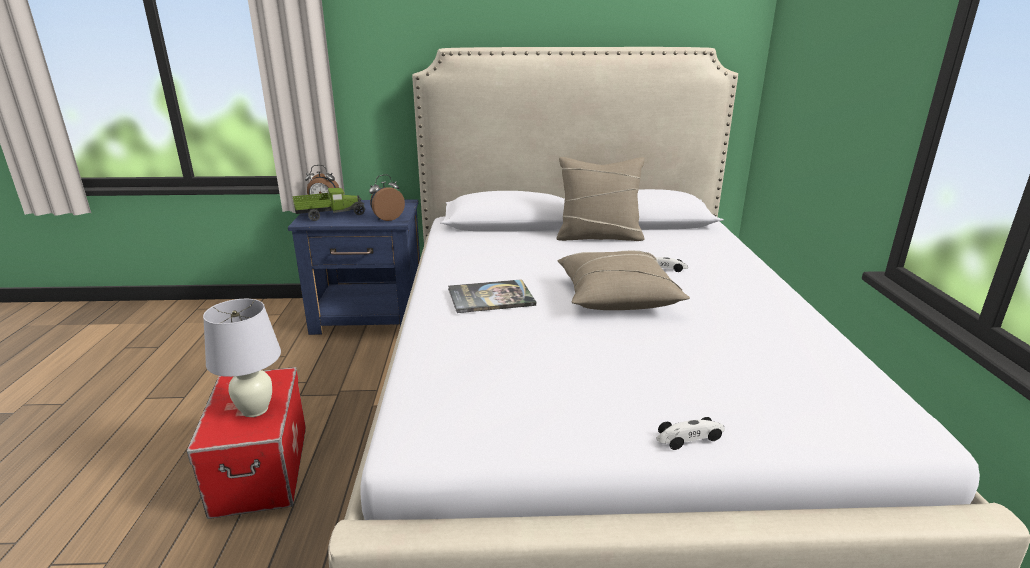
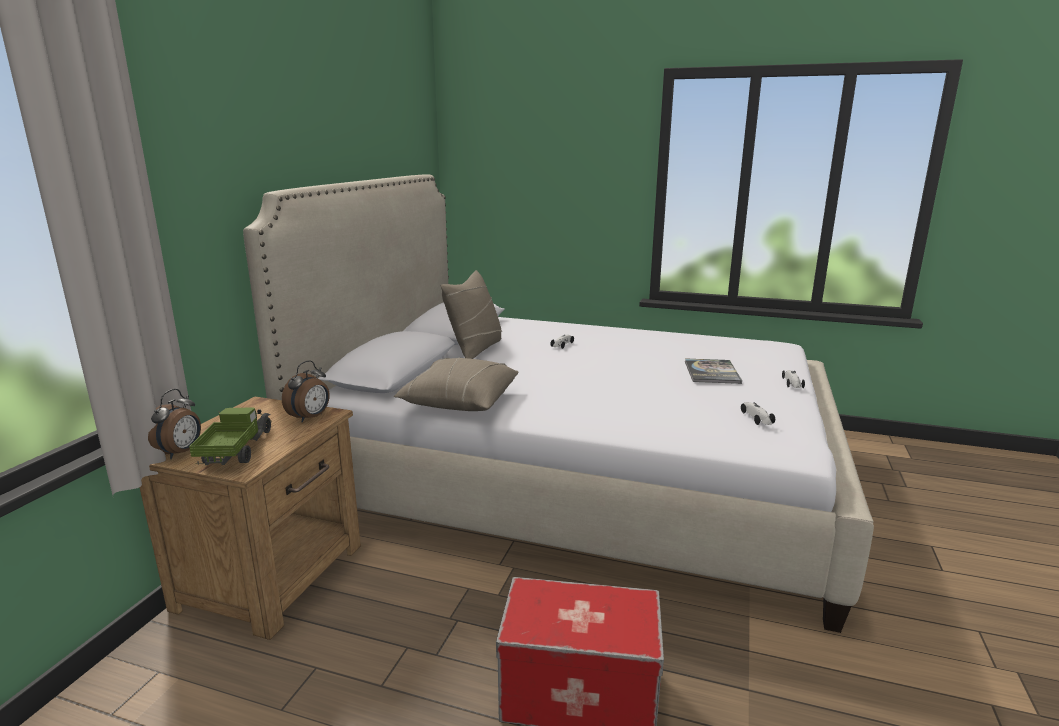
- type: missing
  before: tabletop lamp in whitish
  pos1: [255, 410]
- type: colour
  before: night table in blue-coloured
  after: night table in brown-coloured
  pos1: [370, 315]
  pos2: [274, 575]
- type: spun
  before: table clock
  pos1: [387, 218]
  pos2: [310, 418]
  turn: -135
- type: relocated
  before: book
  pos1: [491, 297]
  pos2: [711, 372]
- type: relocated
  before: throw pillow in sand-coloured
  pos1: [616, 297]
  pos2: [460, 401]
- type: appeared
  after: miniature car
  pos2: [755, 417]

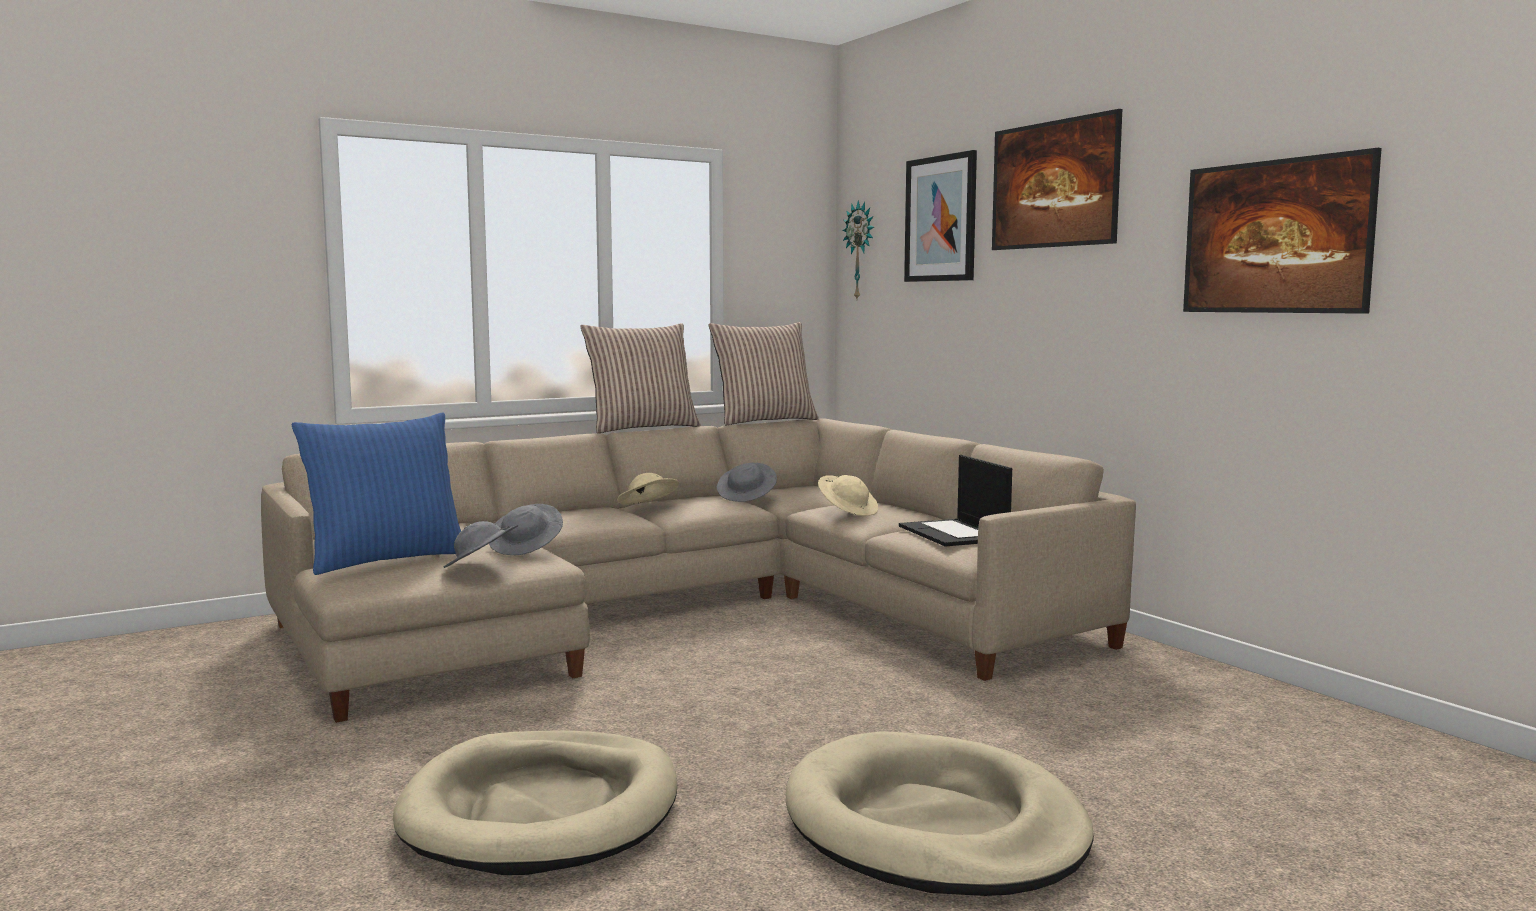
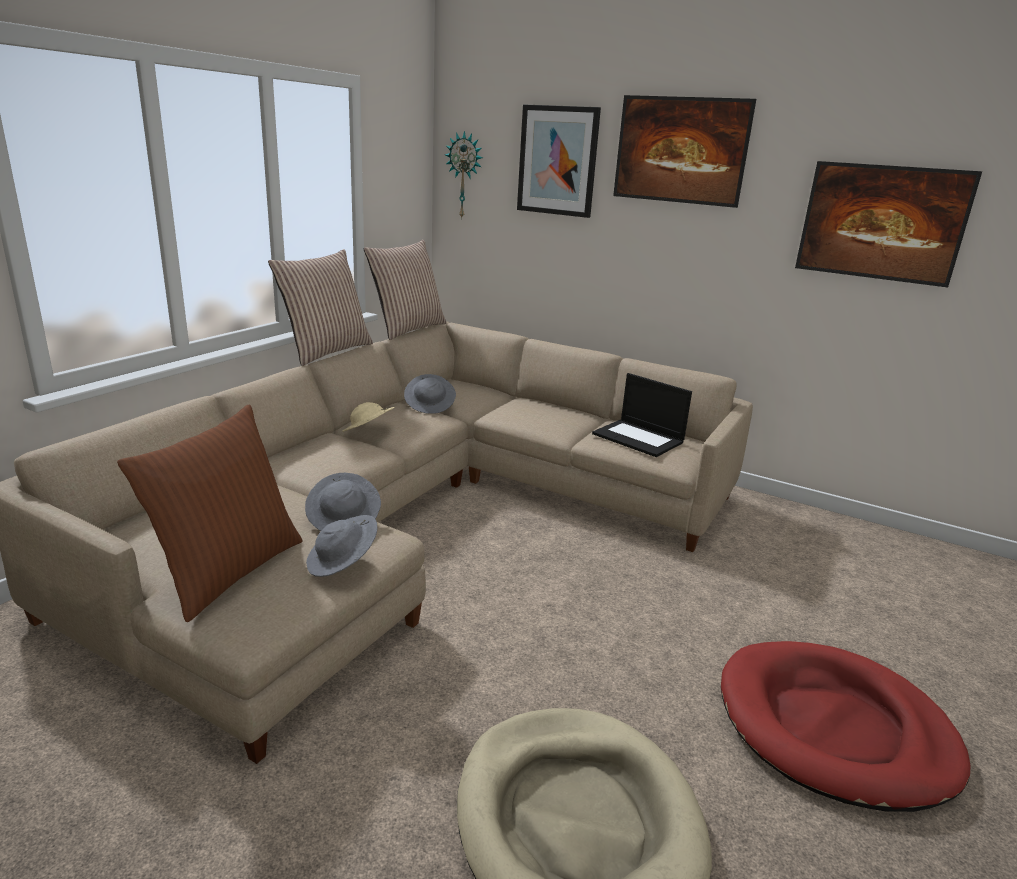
- type: colour
  before: throw pillow in blue-coloured
  after: throw pillow in brown-coloured
  pos1: [386, 560]
  pos2: [228, 571]
- type: colour
  before: pet bed in sand-coloured
  after: pet bed in red-coloured
  pos1: [933, 826]
  pos2: [834, 728]
- type: missing
  before: wearable hat in sand-coloured
  pos1: [848, 511]

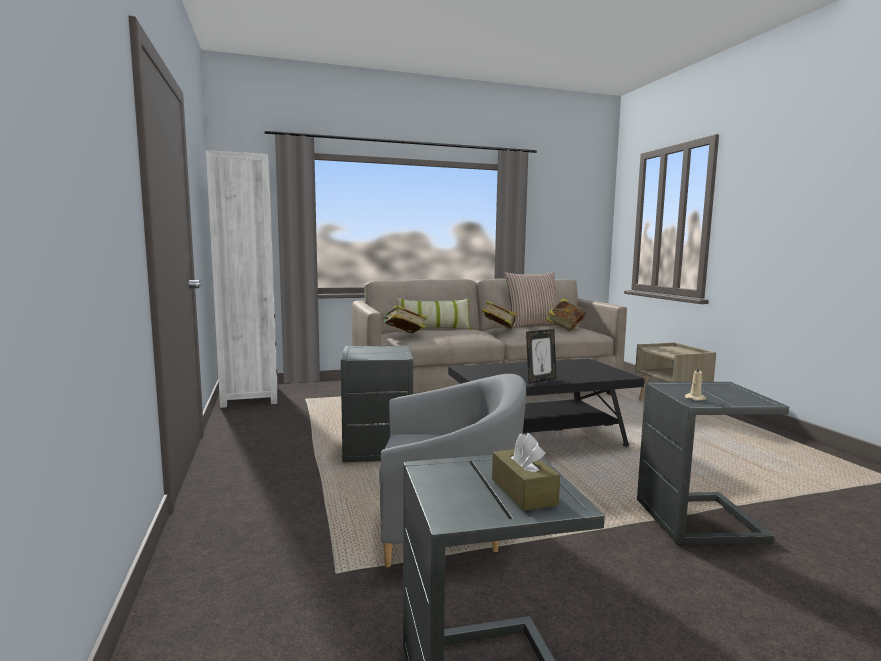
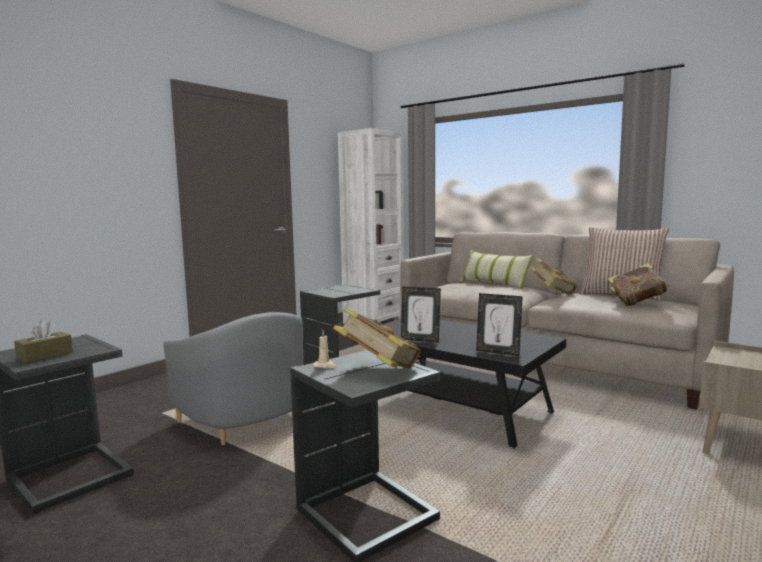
- type: relocated
  before: book
  pos1: [404, 335]
  pos2: [378, 370]
- type: appeared
  after: picture frame
  pos2: [498, 352]

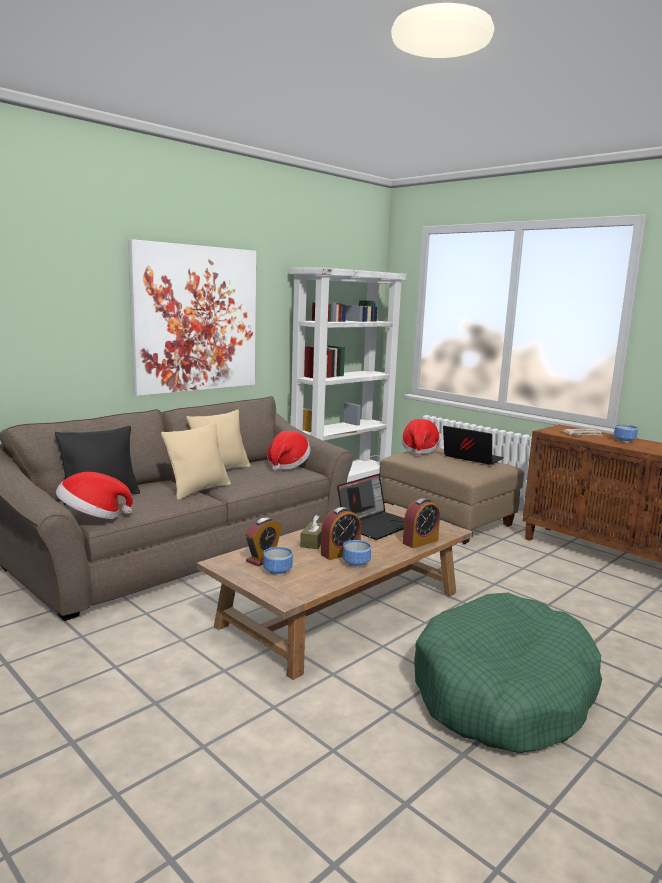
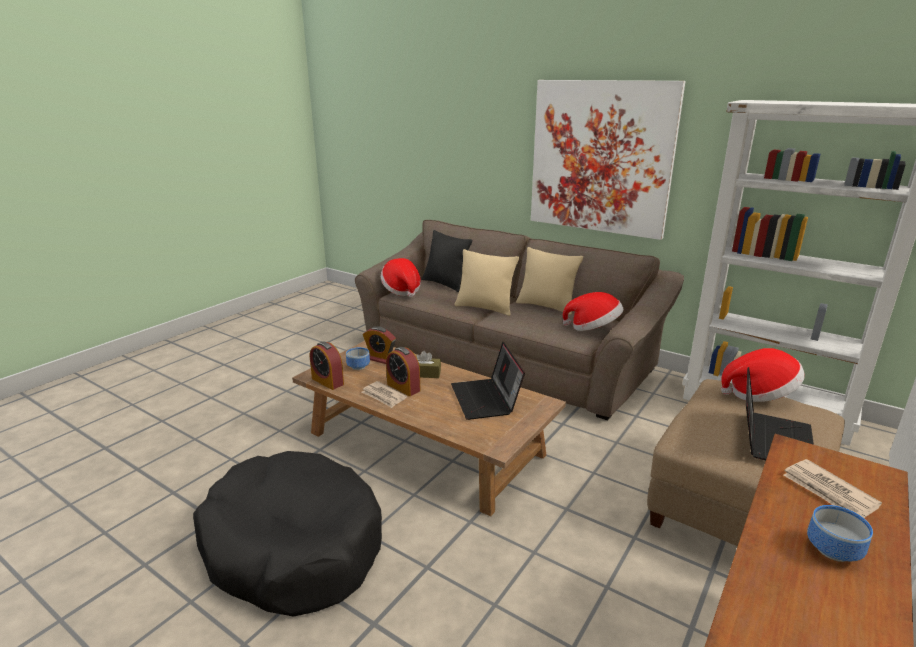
- type: spun
  before: notebook computer
  pos1: [376, 525]
  pos2: [486, 399]
  turn: 45
- type: exchanged
  before: deep dish
  after: daily paper
  pos1: [356, 563]
  pos2: [384, 396]
- type: relocated
  before: table clock
  pos1: [420, 542]
  pos2: [327, 381]
- type: colour
  before: pet bed in green-coloured
  after: pet bed in black-coloured
  pos1: [503, 692]
  pos2: [293, 546]

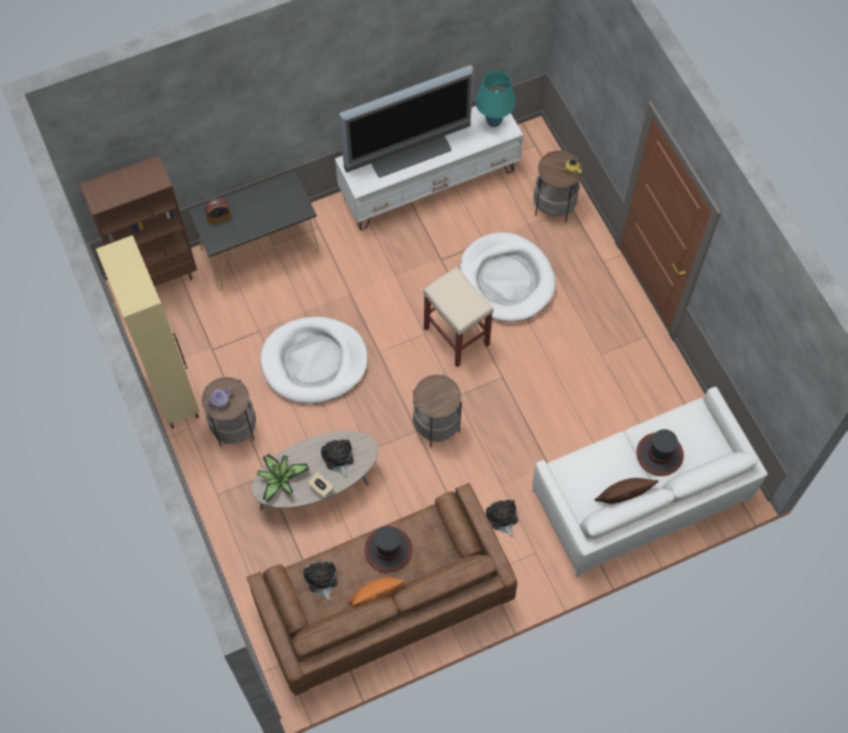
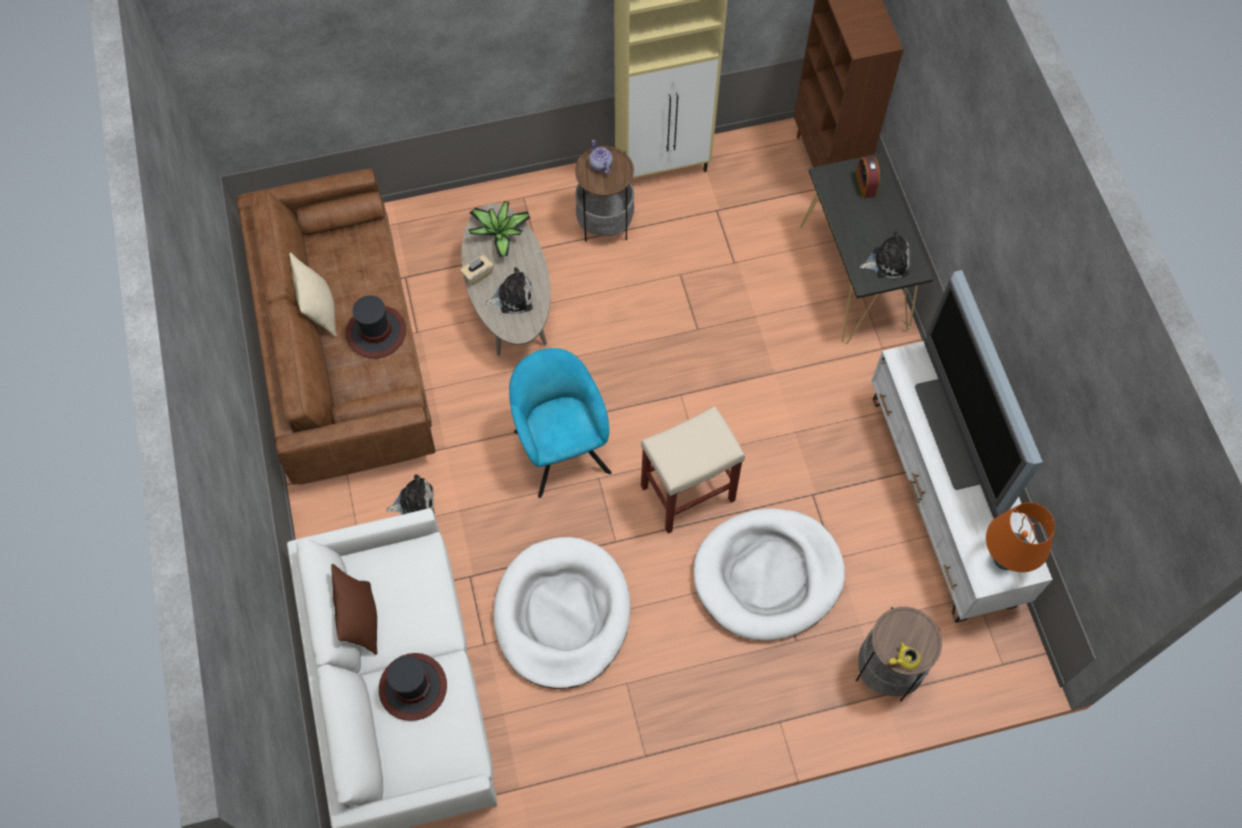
- type: relocated
  before: pet bed in whitish
  pos1: [314, 362]
  pos2: [562, 614]
- type: relocated
  before: soft toy
  pos1: [321, 580]
  pos2: [887, 262]
- type: colour
  before: throw pillow in orange
  after: throw pillow in sand-coloured
  pos1: [376, 598]
  pos2: [320, 311]
- type: exchanged
  before: accent table
  after: armchair in blue-green
  pos1: [436, 426]
  pos2: [560, 446]
- type: colour
  before: tabletop lamp in blue-green
  after: tabletop lamp in orange
  pos1: [494, 121]
  pos2: [1004, 560]

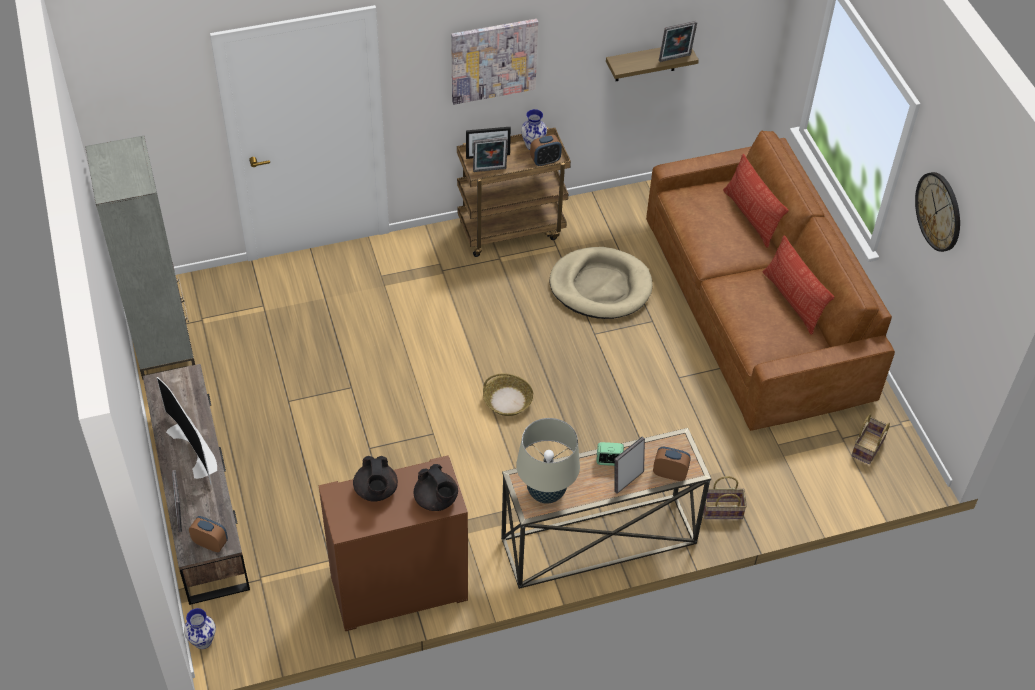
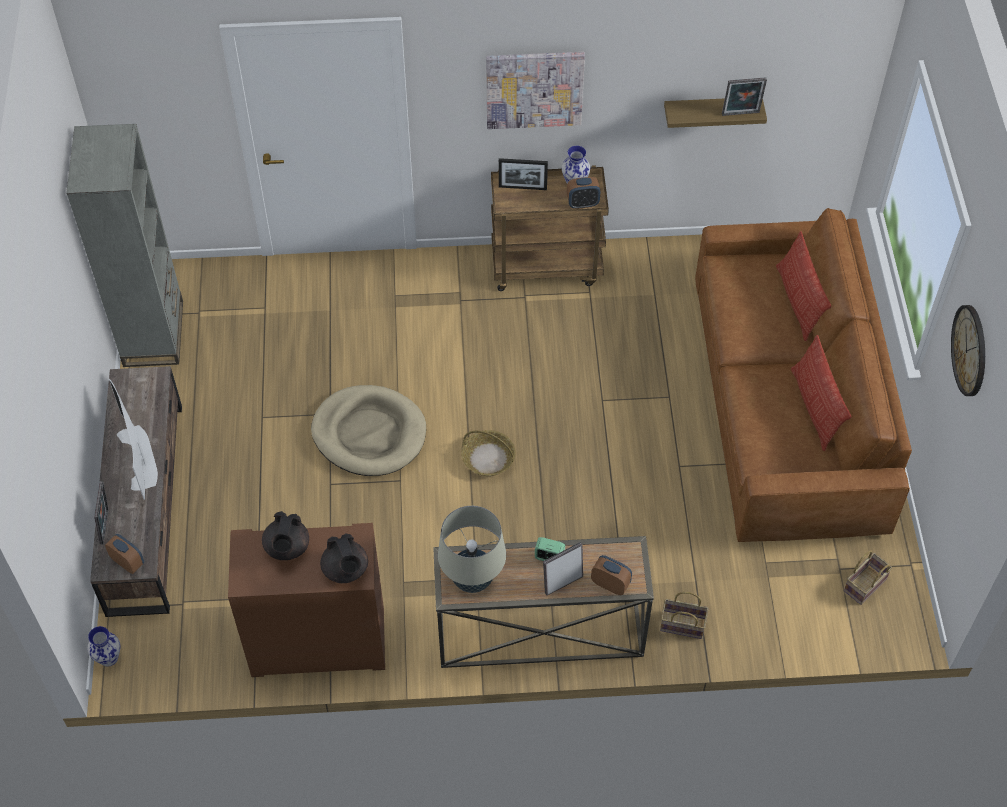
- type: missing
  before: picture frame
  pos1: [490, 171]
- type: relocated
  before: pet bed in sand-coloured
  pos1: [600, 286]
  pos2: [369, 433]

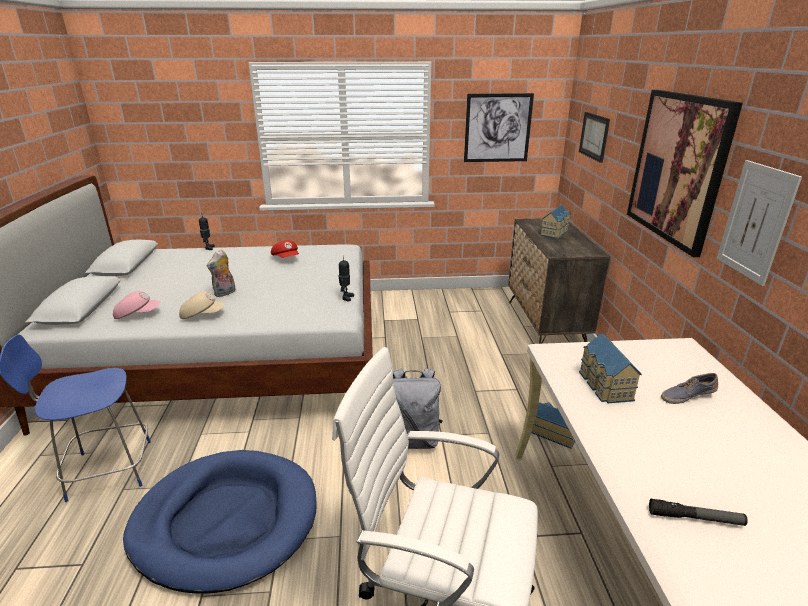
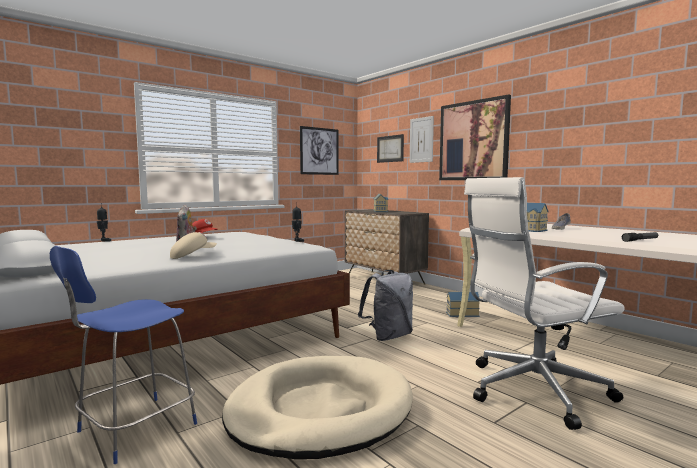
- type: missing
  before: cap in pink
  pos1: [138, 314]
- type: colour
  before: pet bed in blue-coloured
  after: pet bed in sand-coloured
  pos1: [226, 521]
  pos2: [320, 410]
- type: relocated
  before: picture
  pos1: [755, 222]
  pos2: [421, 140]

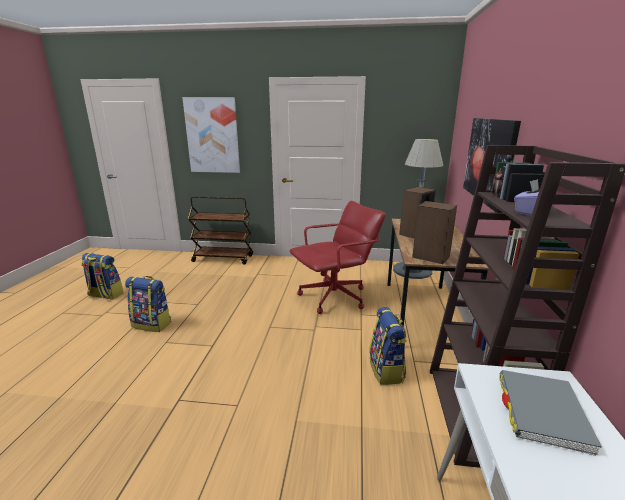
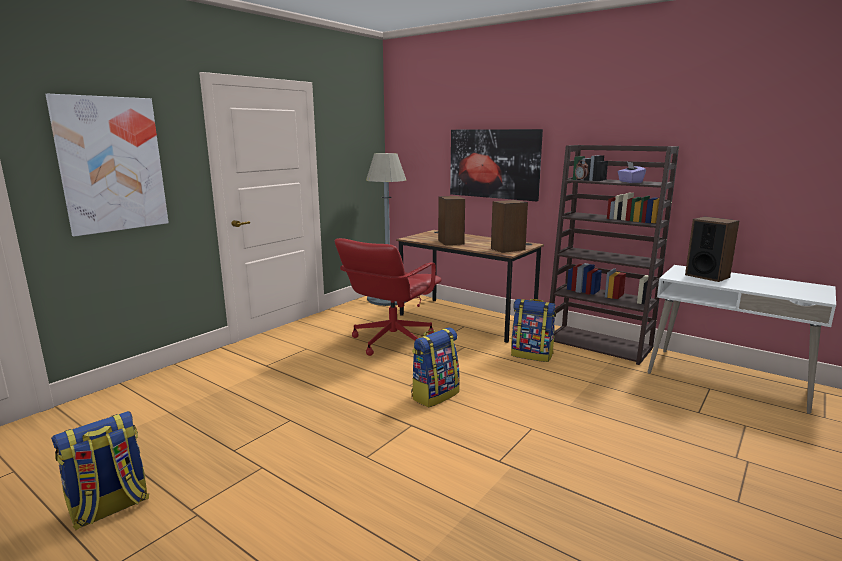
- type: relocated
  before: knapsack
  pos1: [152, 324]
  pos2: [435, 395]
- type: missing
  before: trolley in brown-coloured
  pos1: [223, 258]
- type: spun
  before: desk chair in red-coloured
  pos1: [335, 297]
  pos2: [392, 341]
  turn: -150
- type: exchanged
  before: book in greyish
  after: loudspeaker
  pos1: [541, 412]
  pos2: [707, 276]

